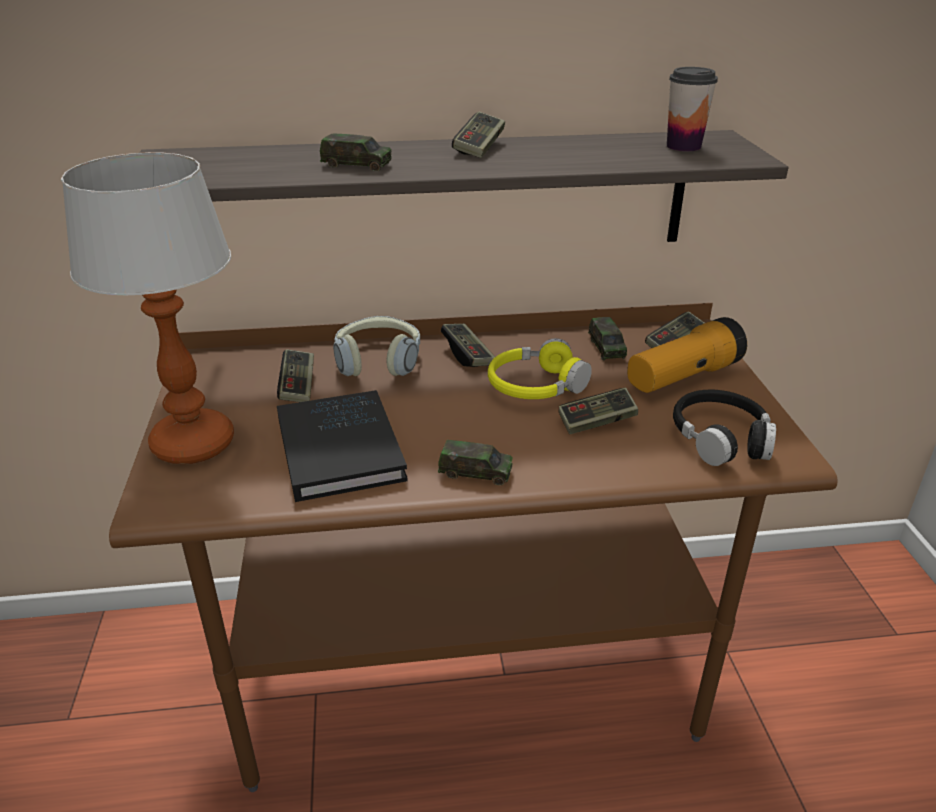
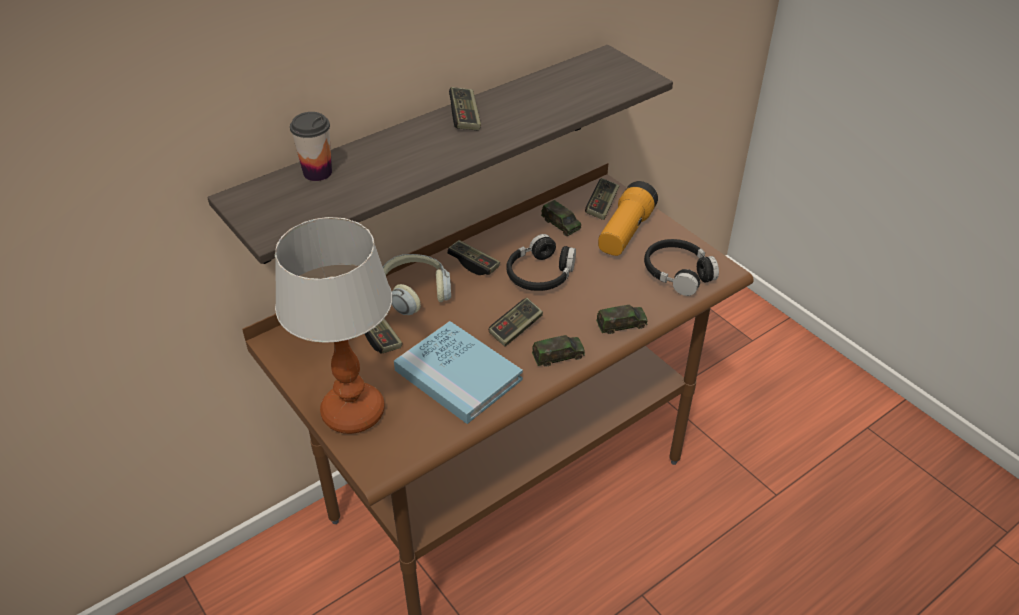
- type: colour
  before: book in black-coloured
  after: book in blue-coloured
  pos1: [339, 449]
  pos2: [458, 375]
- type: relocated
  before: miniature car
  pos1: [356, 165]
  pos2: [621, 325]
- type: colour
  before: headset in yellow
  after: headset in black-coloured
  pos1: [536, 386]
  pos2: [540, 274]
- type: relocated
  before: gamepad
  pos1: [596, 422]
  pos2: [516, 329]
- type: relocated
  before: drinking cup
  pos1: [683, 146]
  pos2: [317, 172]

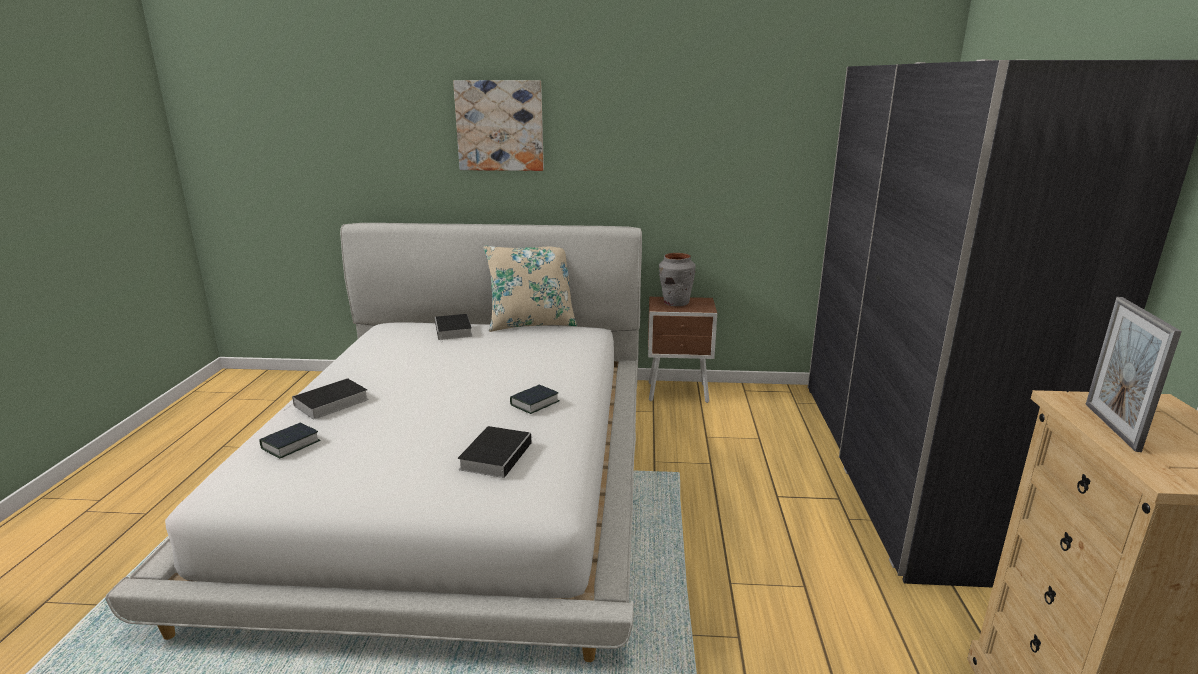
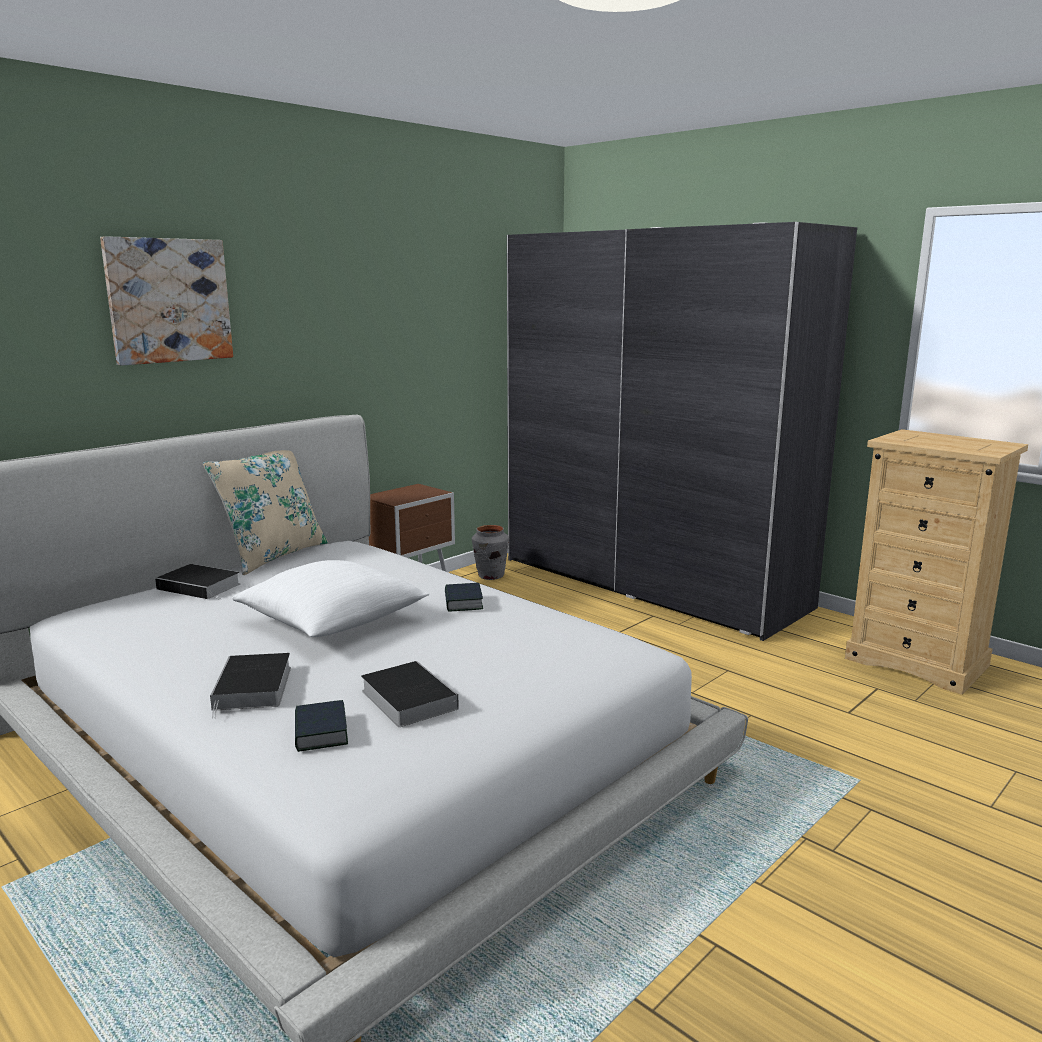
- type: relocated
  before: book
  pos1: [496, 454]
  pos2: [406, 698]
- type: relocated
  before: decorative vase in greyish
  pos1: [675, 303]
  pos2: [490, 576]
- type: missing
  before: picture frame
  pos1: [1111, 426]
- type: appeared
  after: throw pillow in whitish
  pos2: [332, 621]

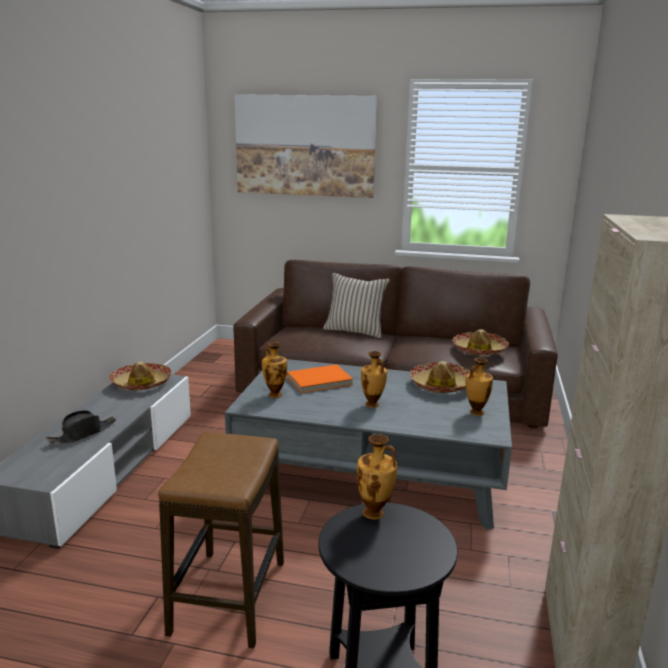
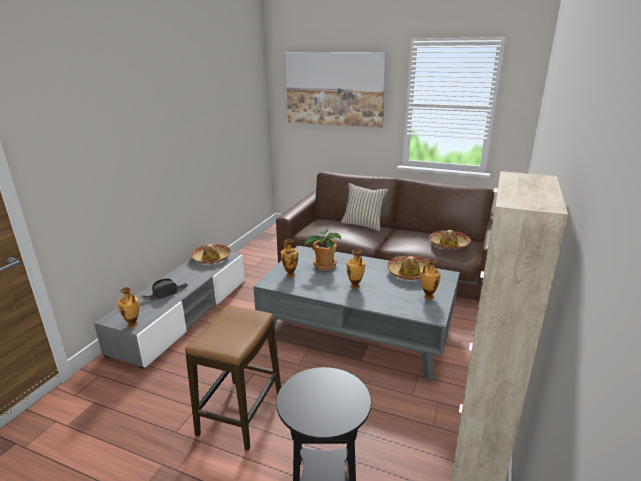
- type: exchanged
  before: book in orange
  after: potted plant
  pos1: [320, 381]
  pos2: [324, 265]
- type: relocated
  before: decorative vase
  pos1: [375, 513]
  pos2: [133, 325]

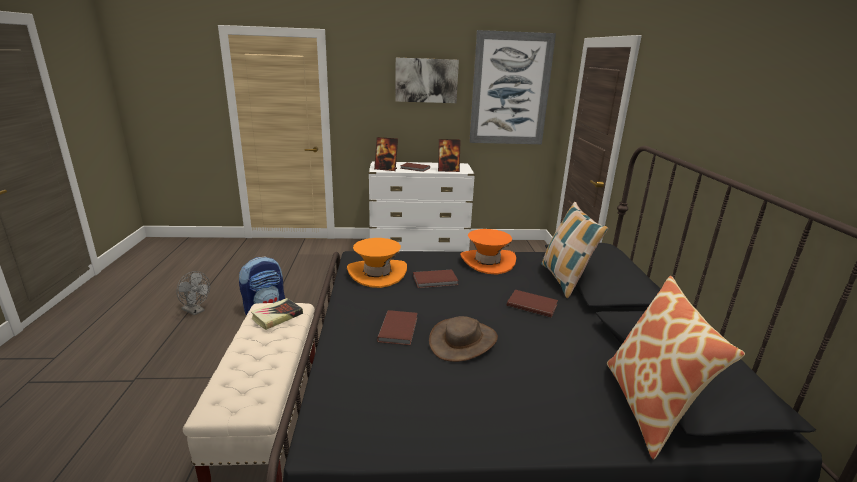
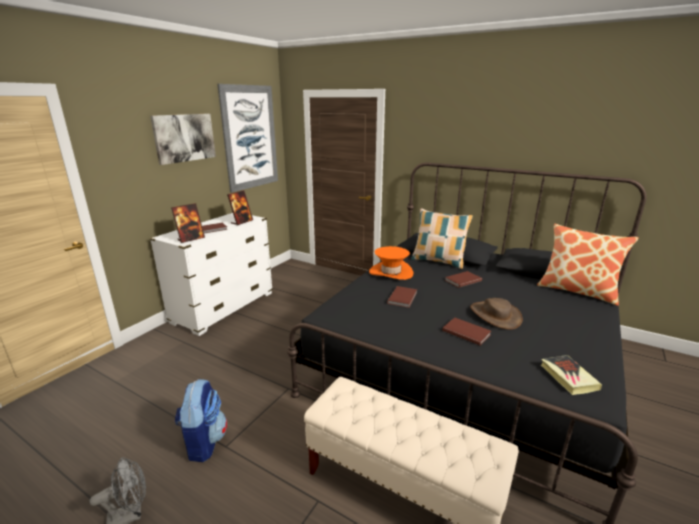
- type: relocated
  before: book
  pos1: [277, 316]
  pos2: [568, 377]
- type: missing
  before: wearable hat in orange
  pos1: [377, 273]

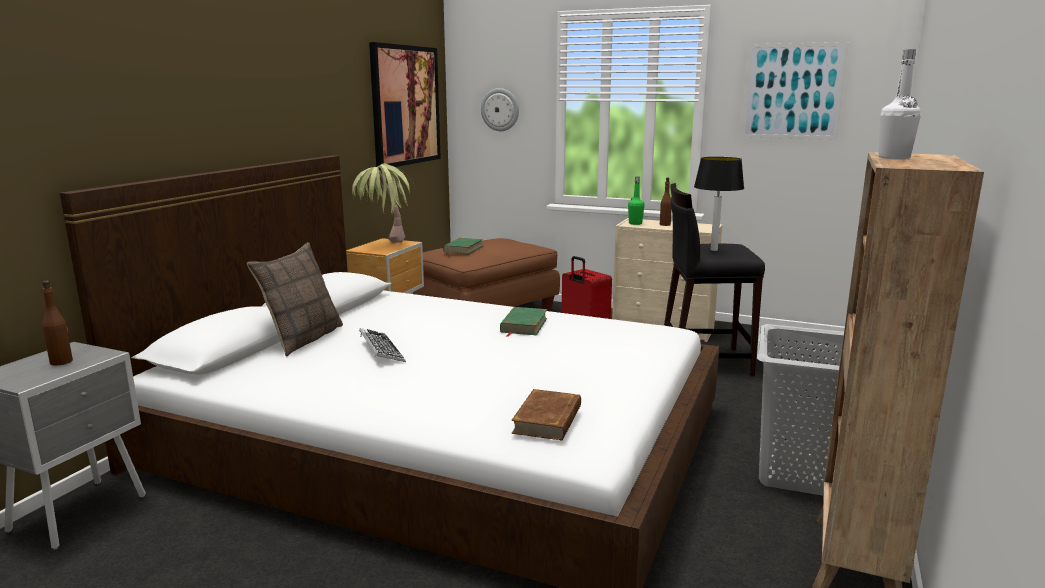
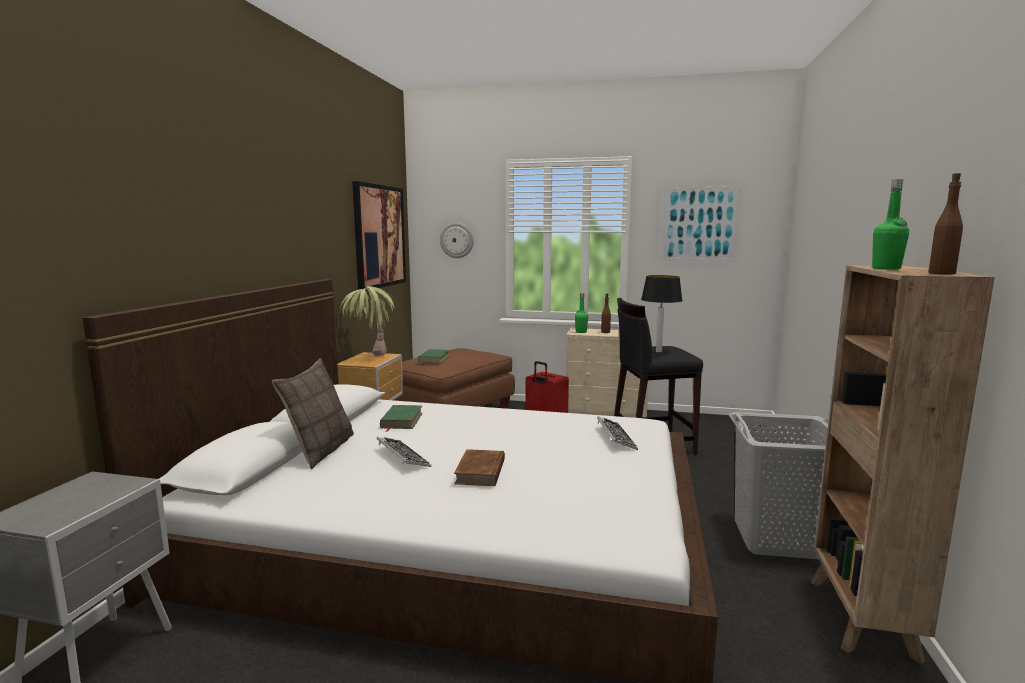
- type: relocated
  before: beverage bottle in brown-coloured
  pos1: [62, 362]
  pos2: [941, 273]
- type: relocated
  before: book in green-coloured
  pos1: [523, 325]
  pos2: [401, 420]
- type: relocated
  before: book in brown-coloured
  pos1: [548, 419]
  pos2: [481, 472]
- type: colour
  before: beverage bottle in whitish
  after: beverage bottle in green-coloured
  pos1: [894, 158]
  pos2: [886, 268]
- type: appeared
  after: computer keyboard
  pos2: [615, 437]

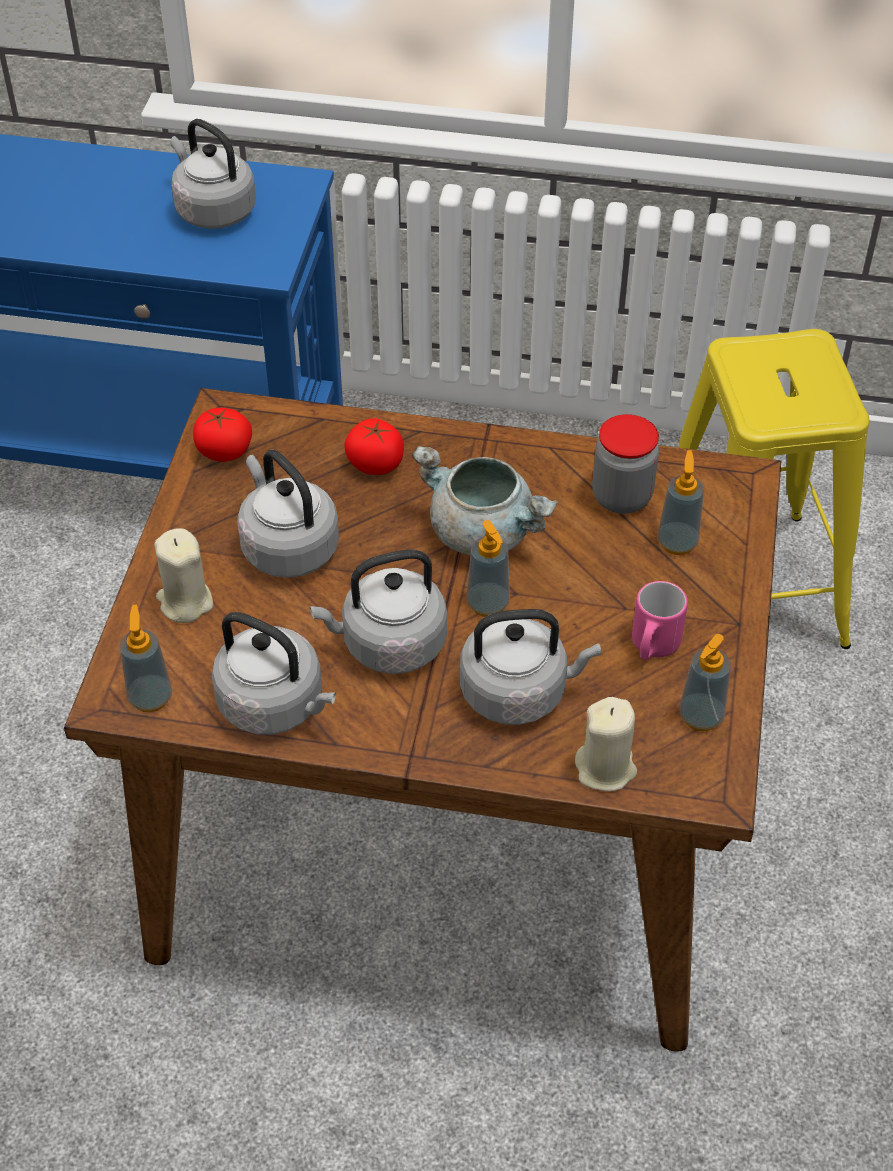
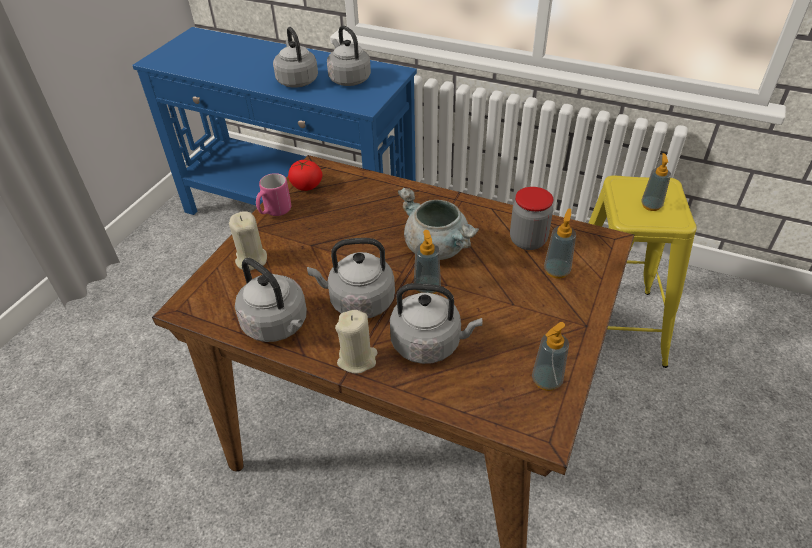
- type: relocated
  before: soap bottle
  pos1: [150, 697]
  pos2: [651, 205]
- type: relocated
  before: water kettle in greyish
  pos1: [287, 546]
  pos2: [297, 80]
- type: missing
  before: fresh tomato
  pos1: [375, 464]
- type: relocated
  before: candle in sand-coloured
  pos1: [605, 768]
  pos2: [357, 359]
- type: relocated
  before: mug in pink
  pos1: [652, 647]
  pos2: [274, 211]

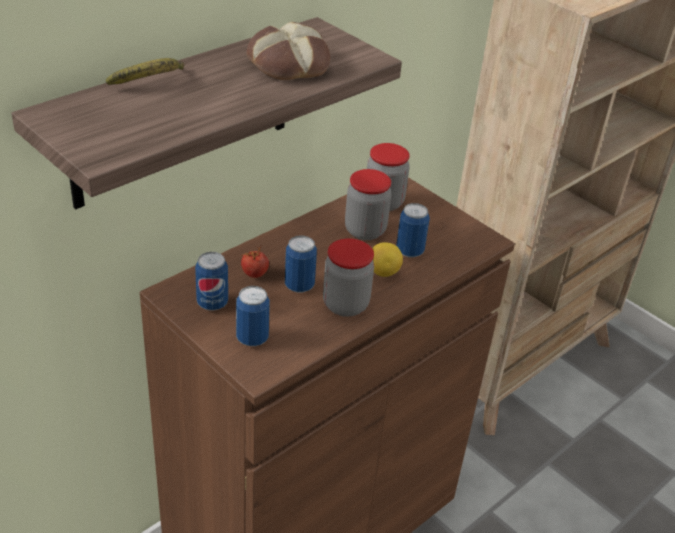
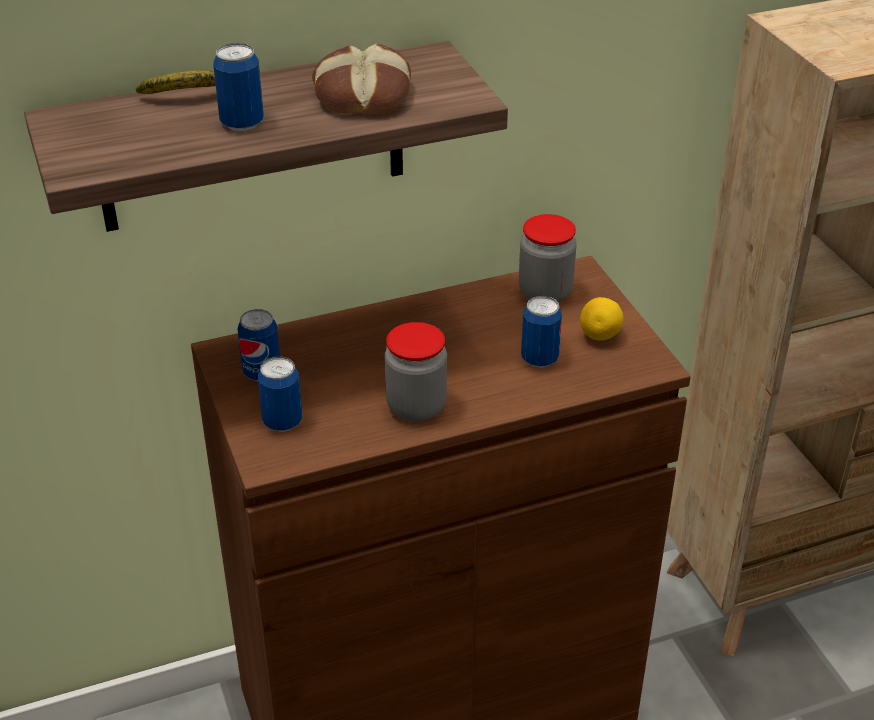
- type: missing
  before: fresh tomato
  pos1: [254, 273]
- type: relocated
  before: can
  pos1: [299, 285]
  pos2: [242, 123]
- type: missing
  before: jar
  pos1: [365, 230]
- type: relocated
  before: citrus fruit
  pos1: [383, 272]
  pos2: [600, 336]

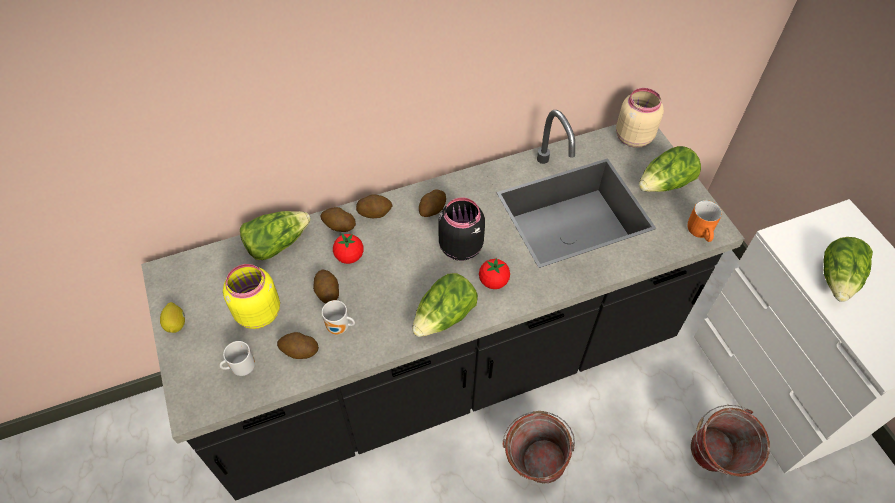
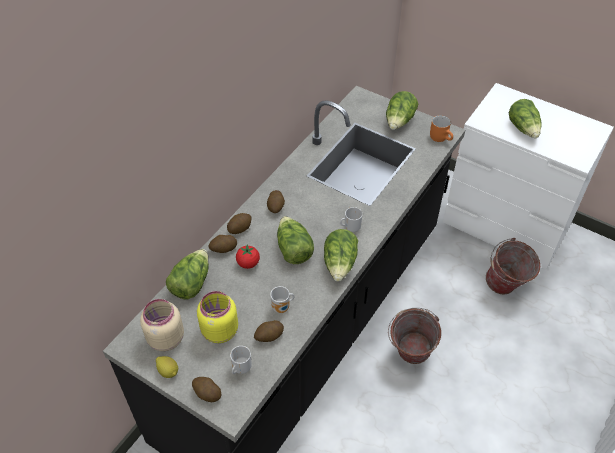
- type: relocated
  before: spud
  pos1: [327, 292]
  pos2: [207, 393]
- type: missing
  before: jar in black-coloured
  pos1: [460, 246]
- type: exchanged
  before: fresh tomato
  after: mug
  pos1: [493, 281]
  pos2: [351, 228]
- type: relocated
  before: jar in sand-coloured
  pos1: [632, 137]
  pos2: [165, 339]
- type: appeared
  after: lettuce
  pos2: [293, 249]

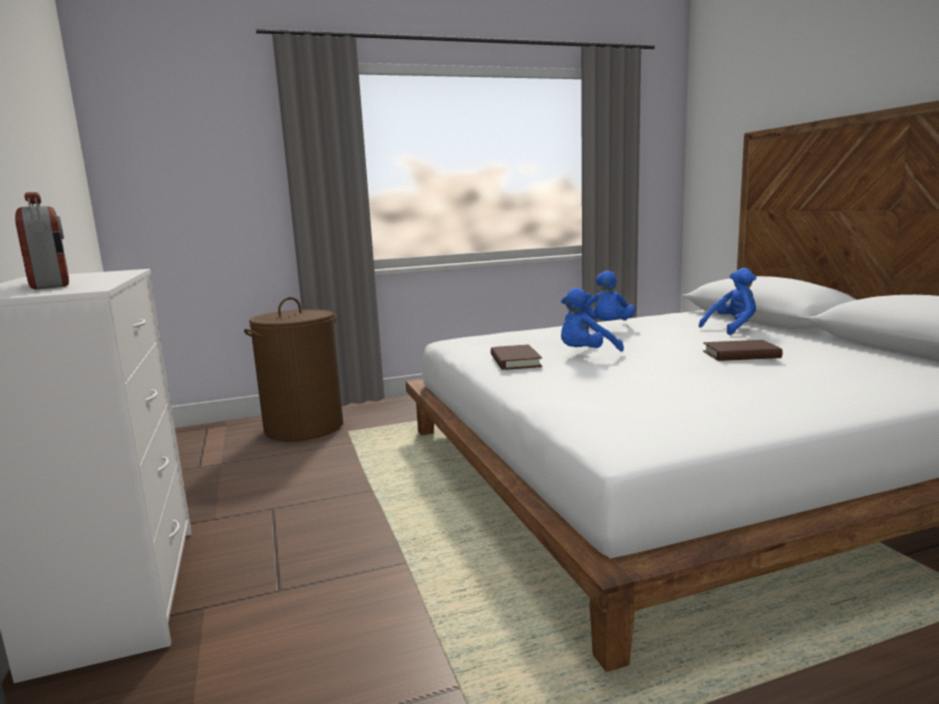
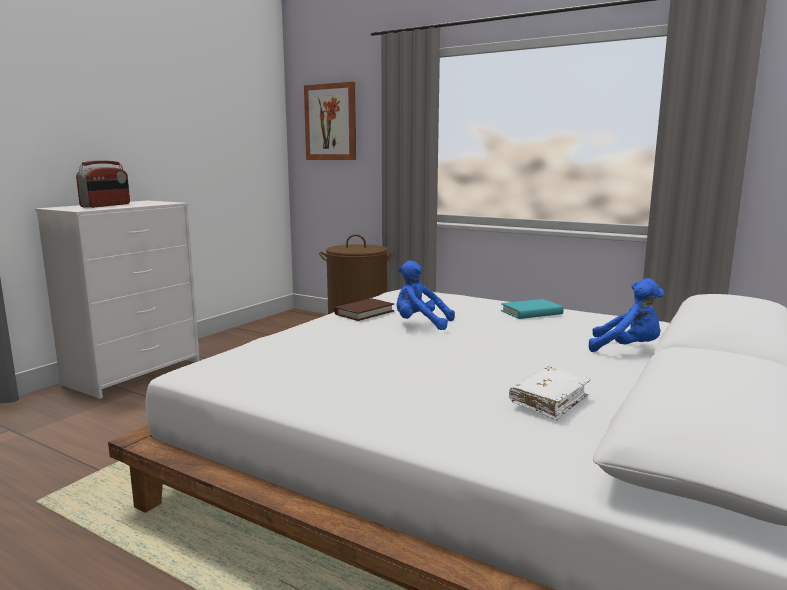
- type: exchanged
  before: soft toy in blue-coloured
  after: book in blue-green
  pos1: [608, 326]
  pos2: [531, 312]
- type: missing
  before: book in brown-coloured
  pos1: [741, 355]
- type: appeared
  after: picture
  pos2: [331, 122]
- type: appeared
  after: book in whitish
  pos2: [549, 401]

